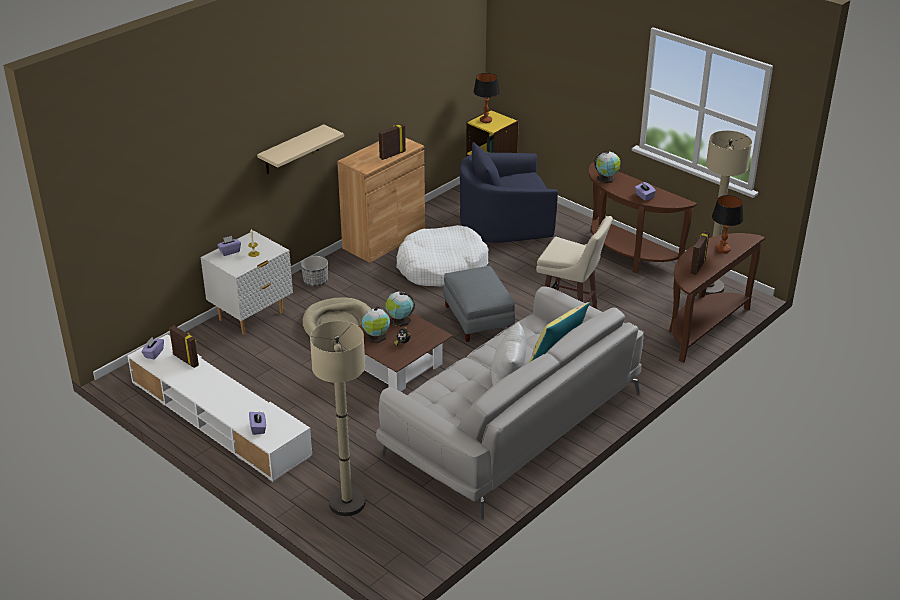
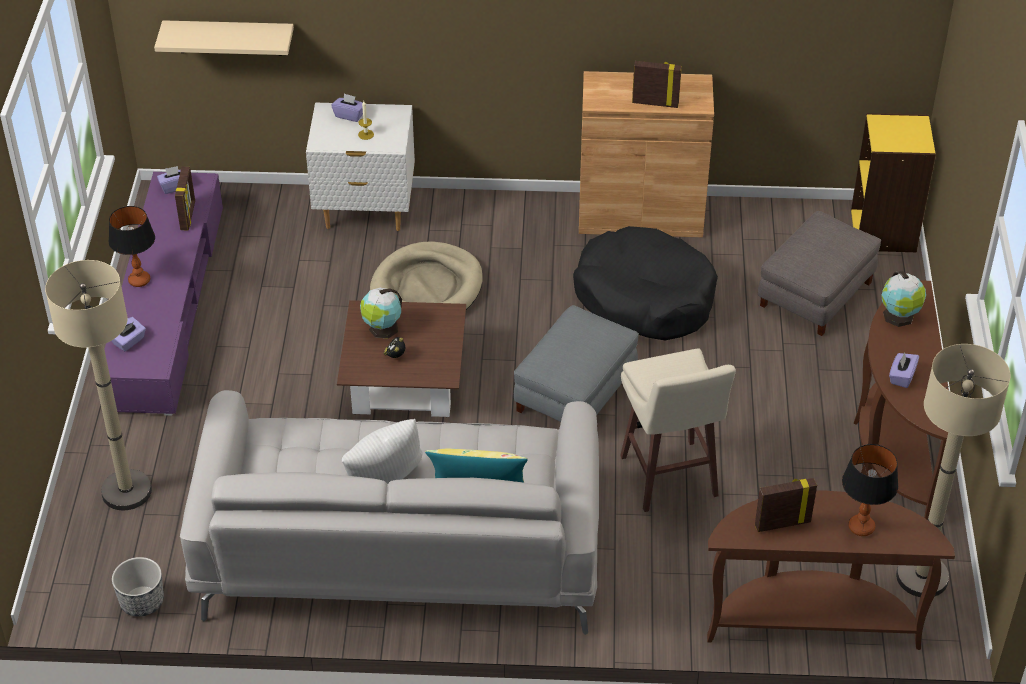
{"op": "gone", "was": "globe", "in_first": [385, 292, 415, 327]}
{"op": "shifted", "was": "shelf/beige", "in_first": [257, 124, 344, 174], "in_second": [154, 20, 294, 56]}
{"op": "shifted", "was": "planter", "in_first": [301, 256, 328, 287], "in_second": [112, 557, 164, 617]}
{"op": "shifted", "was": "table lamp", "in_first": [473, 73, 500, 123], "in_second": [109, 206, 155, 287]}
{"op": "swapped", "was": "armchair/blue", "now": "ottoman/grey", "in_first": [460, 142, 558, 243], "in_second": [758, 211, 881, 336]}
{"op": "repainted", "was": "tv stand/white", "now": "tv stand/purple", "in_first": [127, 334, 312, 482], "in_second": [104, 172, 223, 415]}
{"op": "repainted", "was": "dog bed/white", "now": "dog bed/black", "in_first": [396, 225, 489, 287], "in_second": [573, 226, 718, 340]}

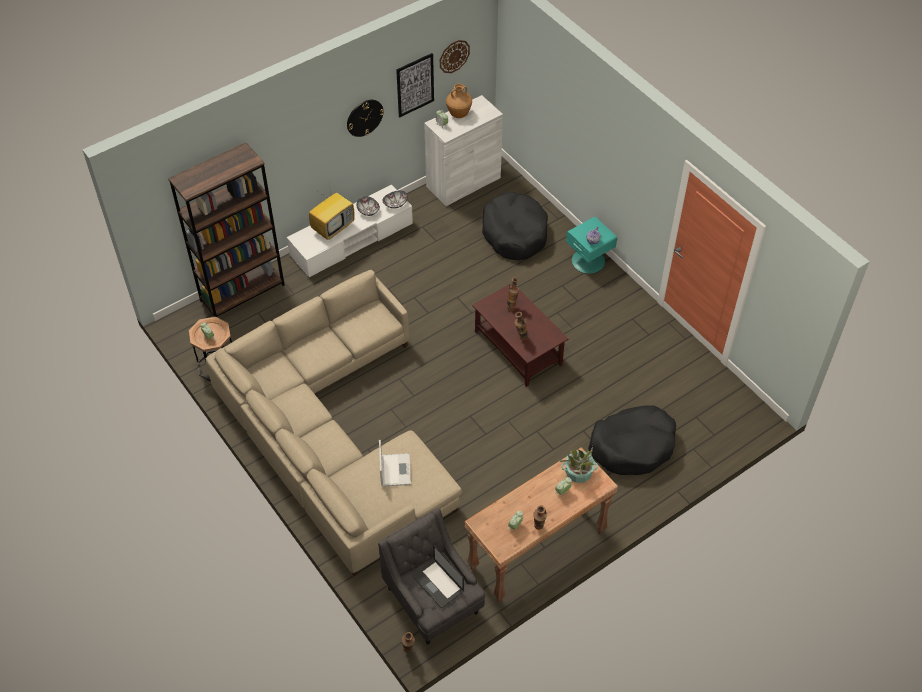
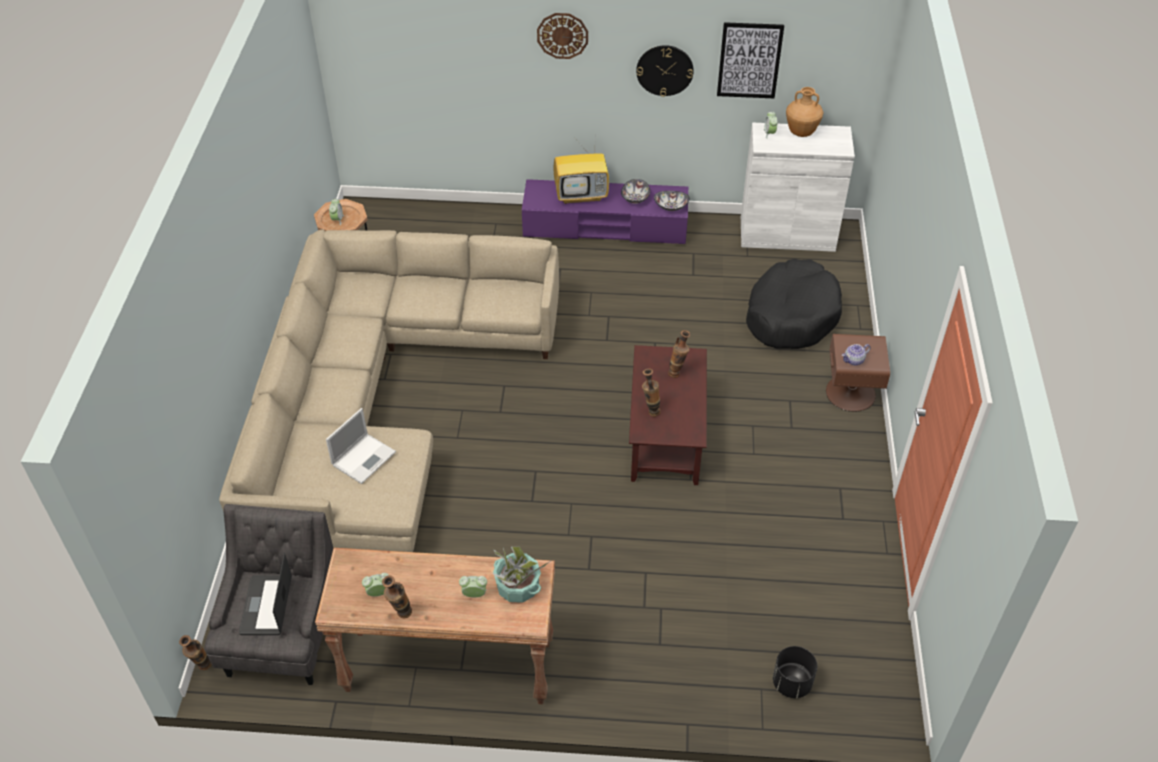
{"op": "gone", "was": "bookcase/brown", "in_first": [168, 143, 285, 317]}
{"op": "gone", "was": "dog bed/black", "in_first": [588, 405, 676, 475]}
{"op": "new", "now": "planter/black", "in_second": [773, 646, 817, 698]}
{"op": "shifted", "was": "wall clock", "in_first": [440, 40, 470, 73], "in_second": [537, 13, 588, 59]}
{"op": "repainted", "was": "tv stand/white", "now": "tv stand/purple", "in_first": [287, 185, 413, 277], "in_second": [522, 179, 688, 244]}
{"op": "repainted", "was": "nightstand/turquoise", "now": "nightstand/brown", "in_first": [566, 217, 617, 274], "in_second": [826, 334, 890, 412]}

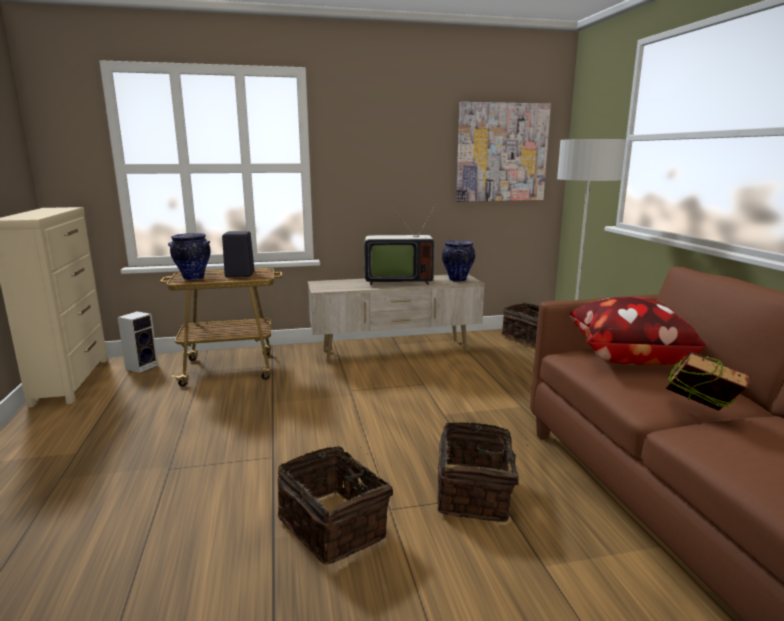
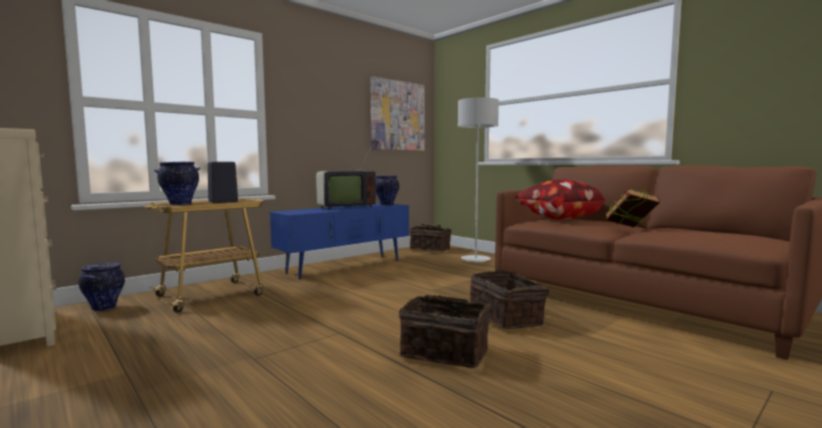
{"op": "swapped", "was": "speaker", "now": "vase", "in_first": [117, 311, 158, 373], "in_second": [78, 263, 125, 311]}
{"op": "repainted", "was": "tv stand/beige", "now": "tv stand/blue", "in_first": [308, 274, 485, 363], "in_second": [269, 203, 410, 279]}

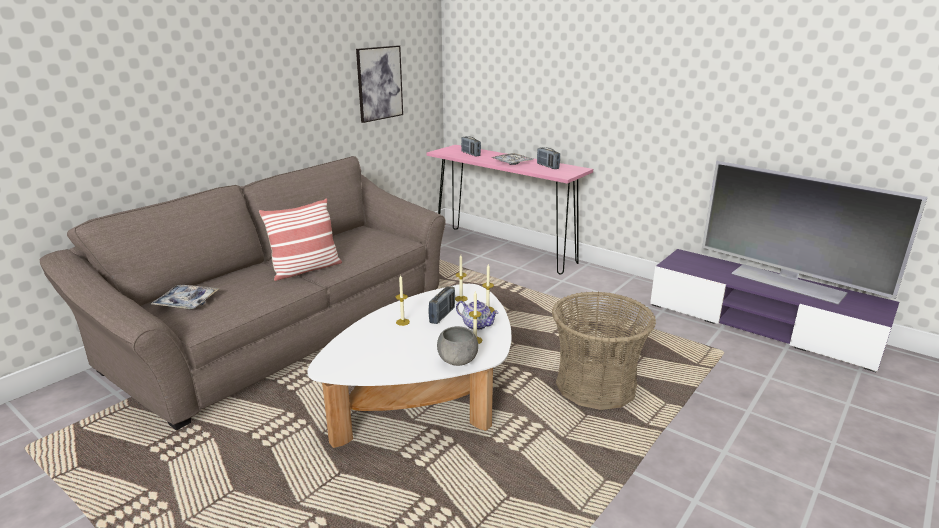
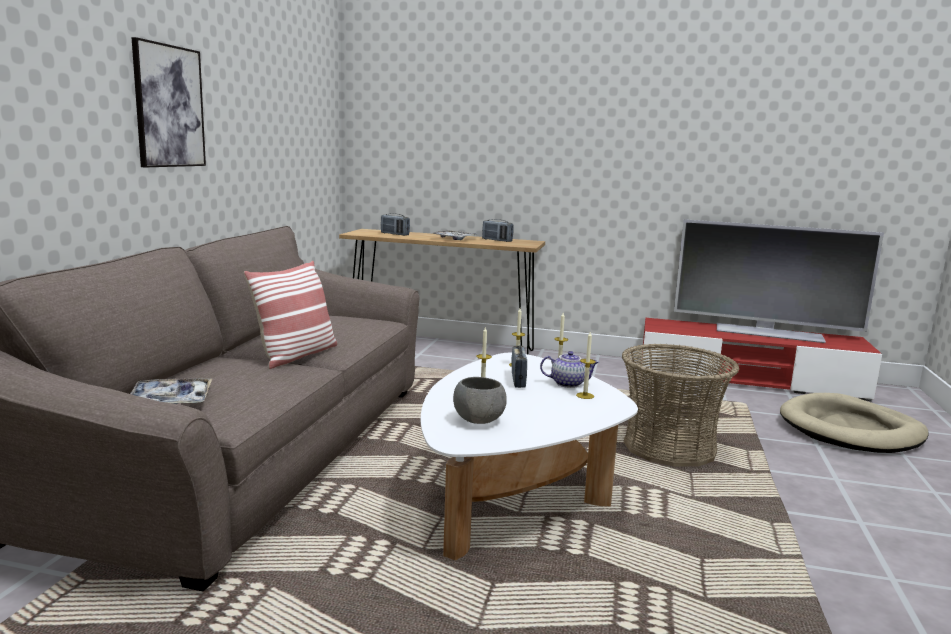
{"op": "new", "now": "dog bed/beige", "in_second": [780, 393, 929, 453]}
{"op": "shifted", "was": "picture", "in_first": [356, 45, 403, 123], "in_second": [132, 37, 206, 167]}
{"op": "shifted", "was": "bowl/grey", "in_first": [437, 326, 478, 366], "in_second": [453, 377, 507, 424]}
{"op": "repainted", "was": "console table/pink", "now": "console table/brown", "in_first": [426, 145, 593, 274], "in_second": [339, 229, 545, 354]}
{"op": "repainted", "was": "tv stand/purple", "now": "tv stand/red", "in_first": [650, 249, 899, 372], "in_second": [642, 318, 882, 401]}

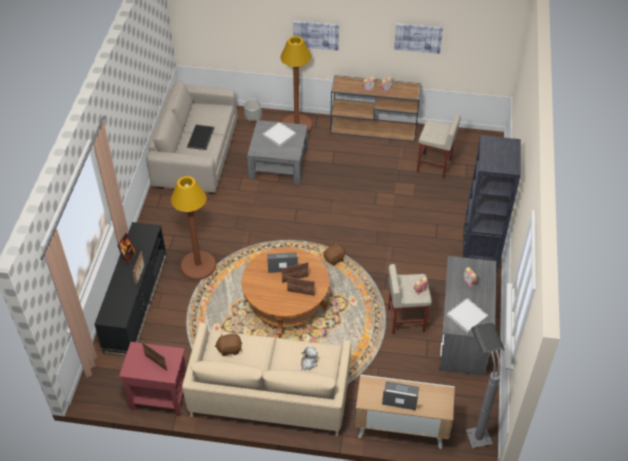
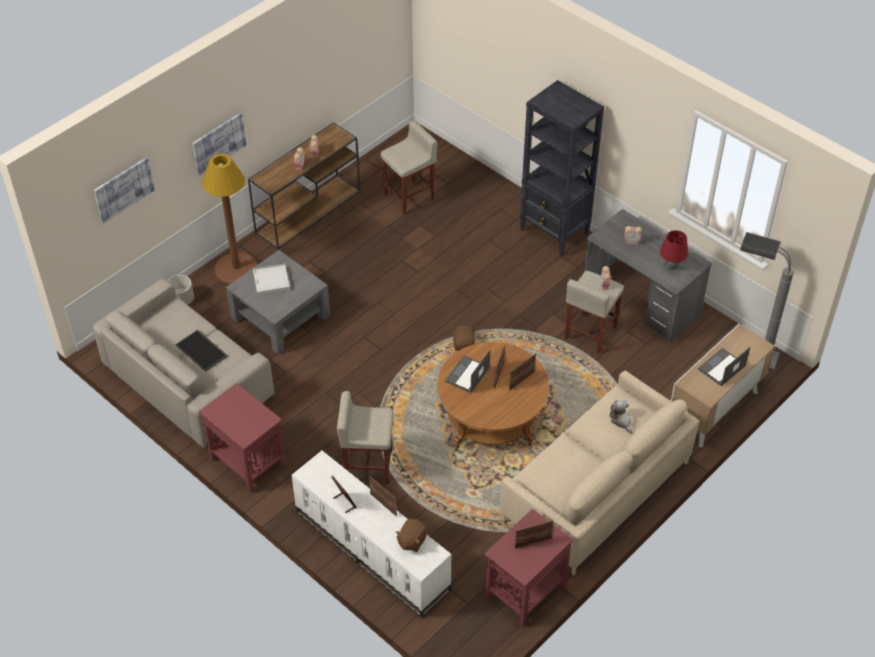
{"op": "new", "now": "side table/red", "in_second": [199, 383, 285, 493]}
{"op": "shifted", "was": "plush toy/brown", "in_first": [215, 333, 242, 356], "in_second": [396, 519, 428, 552]}
{"op": "shifted", "was": "picture", "in_first": [394, 23, 443, 54], "in_second": [94, 157, 155, 223]}
{"op": "swapped", "was": "floor lamp/brown", "now": "stool/beige", "in_first": [171, 176, 216, 280], "in_second": [337, 391, 394, 484]}
{"op": "swapped", "was": "tray/white", "now": "table lamp/red", "in_first": [447, 298, 488, 333], "in_second": [660, 230, 688, 270]}
{"op": "repainted", "was": "tv stand/black", "now": "tv stand/white", "in_first": [94, 222, 167, 356], "in_second": [292, 450, 451, 618]}

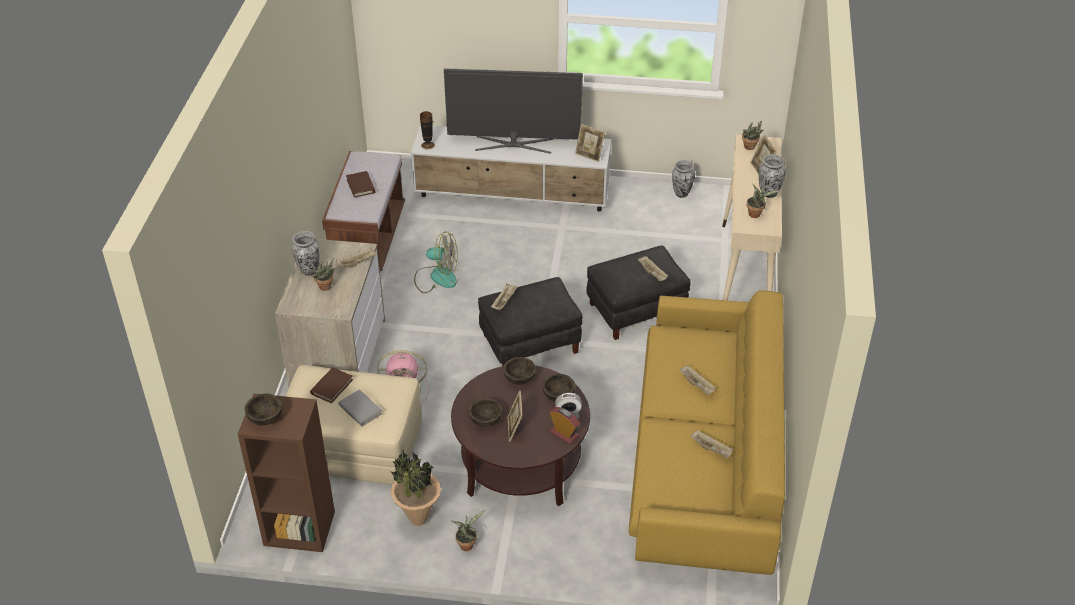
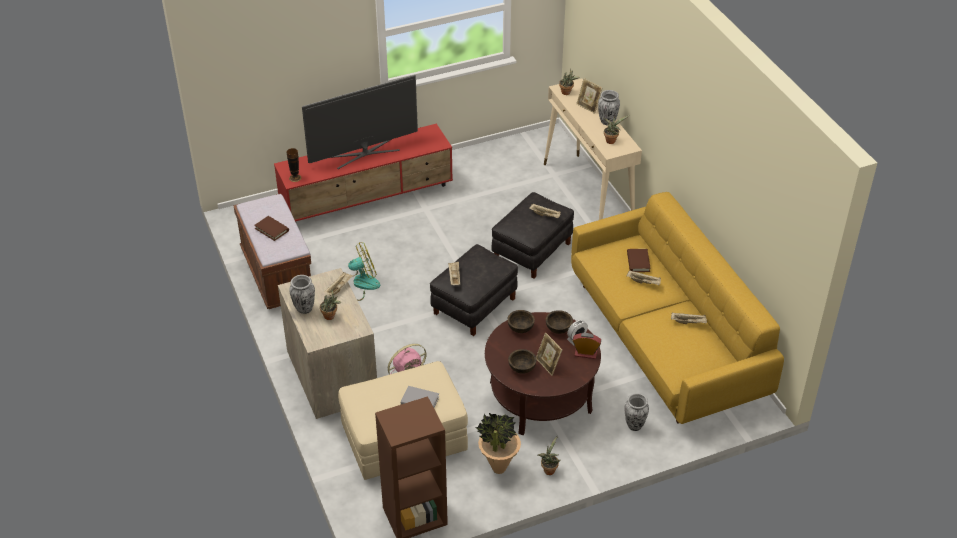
{"op": "gone", "was": "bowl/brown", "in_first": [245, 394, 282, 426]}
{"op": "gone", "was": "picture frame", "in_first": [575, 124, 605, 162]}
{"op": "shifted", "was": "book/brown", "in_first": [310, 367, 353, 403], "in_second": [627, 249, 651, 272]}
{"op": "shifted", "was": "vase", "in_first": [672, 160, 695, 198], "in_second": [624, 393, 649, 431]}
{"op": "repainted", "was": "tv stand/white", "now": "tv stand/red", "in_first": [411, 125, 611, 212], "in_second": [274, 124, 453, 222]}

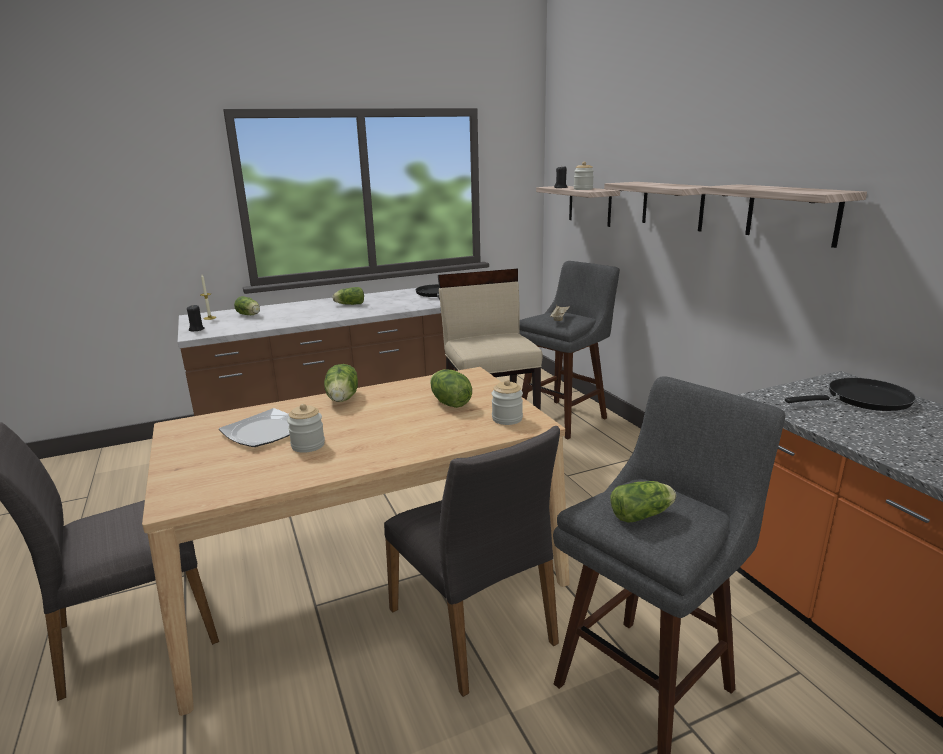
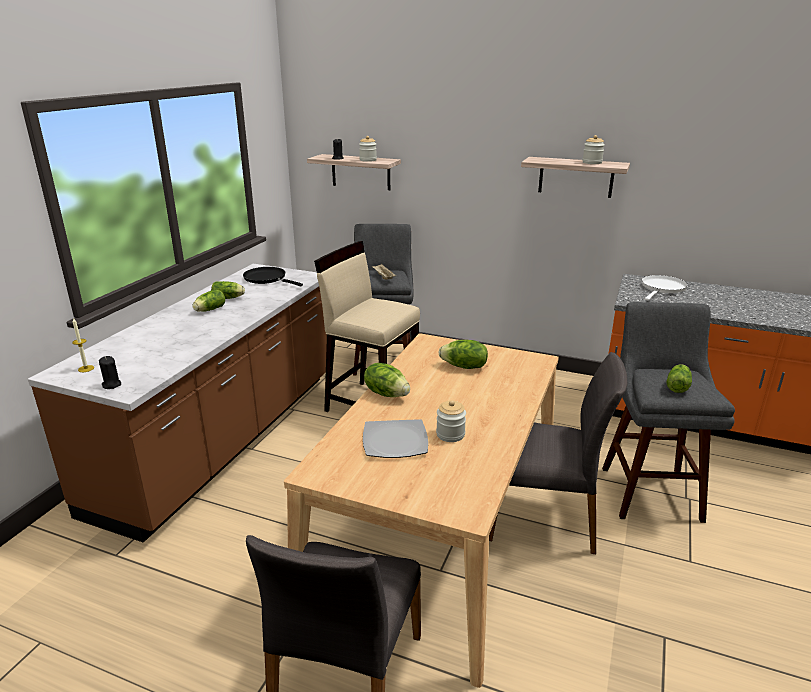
{"op": "gone", "was": "shelf", "in_first": [604, 182, 706, 231]}
{"op": "shifted", "was": "lettuce", "in_first": [234, 296, 260, 315], "in_second": [211, 281, 245, 299]}
{"op": "shifted", "was": "jar", "in_first": [491, 380, 523, 425], "in_second": [582, 135, 605, 164]}
{"op": "repainted", "was": "frying pan/black", "now": "frying pan/white", "in_first": [785, 378, 916, 411], "in_second": [642, 275, 688, 301]}

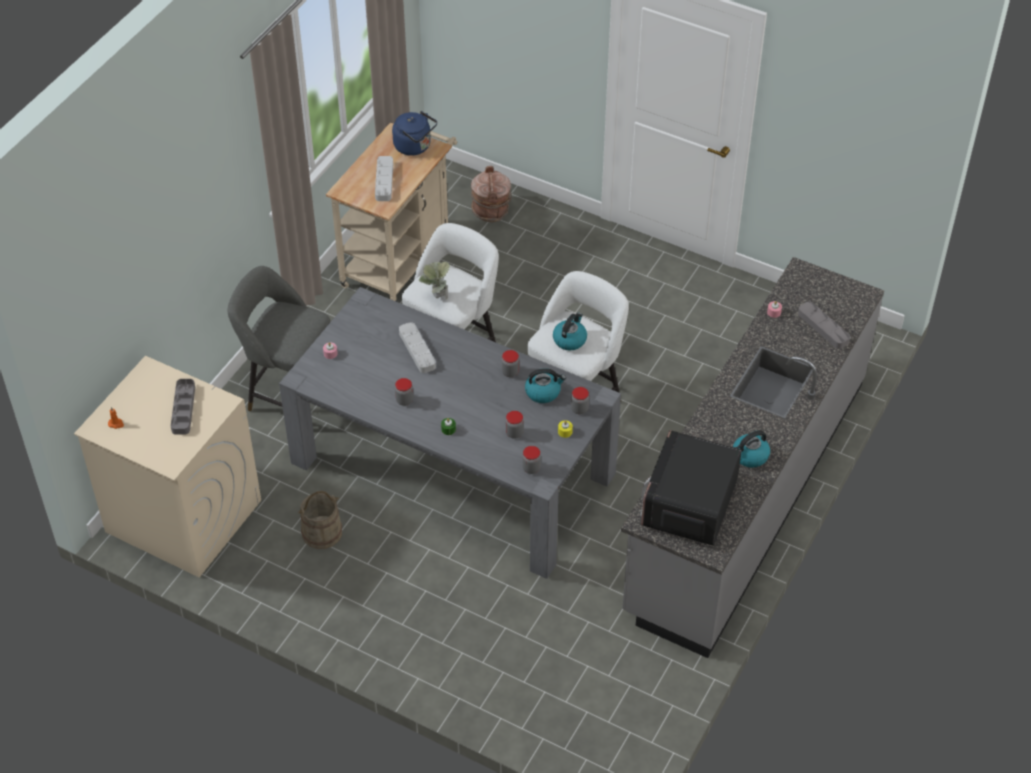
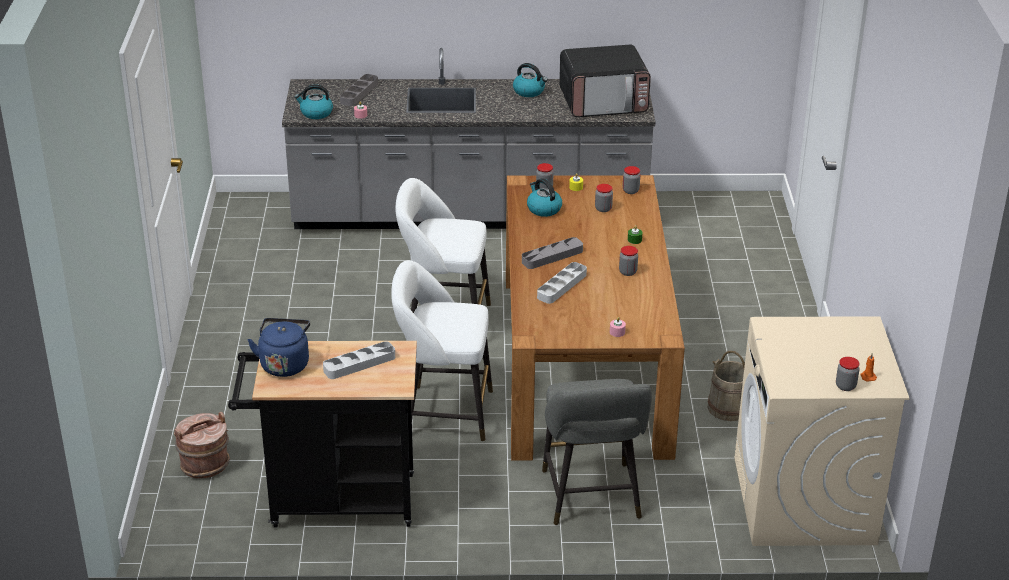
{"op": "gone", "was": "potted plant", "in_first": [419, 262, 450, 299]}
{"op": "shifted", "was": "tray/grey", "in_first": [171, 379, 195, 435], "in_second": [522, 237, 583, 269]}
{"op": "shifted", "was": "jar", "in_first": [502, 350, 519, 377], "in_second": [836, 357, 860, 391]}
{"op": "shifted", "was": "kettle", "in_first": [553, 312, 587, 350], "in_second": [294, 84, 333, 119]}
{"op": "repainted", "was": "dining table/grey", "now": "dining table/brown", "in_first": [279, 287, 621, 579], "in_second": [506, 175, 685, 461]}
{"op": "repainted", "was": "cart/beige", "now": "cart/black", "in_first": [326, 122, 457, 302], "in_second": [228, 341, 417, 528]}

